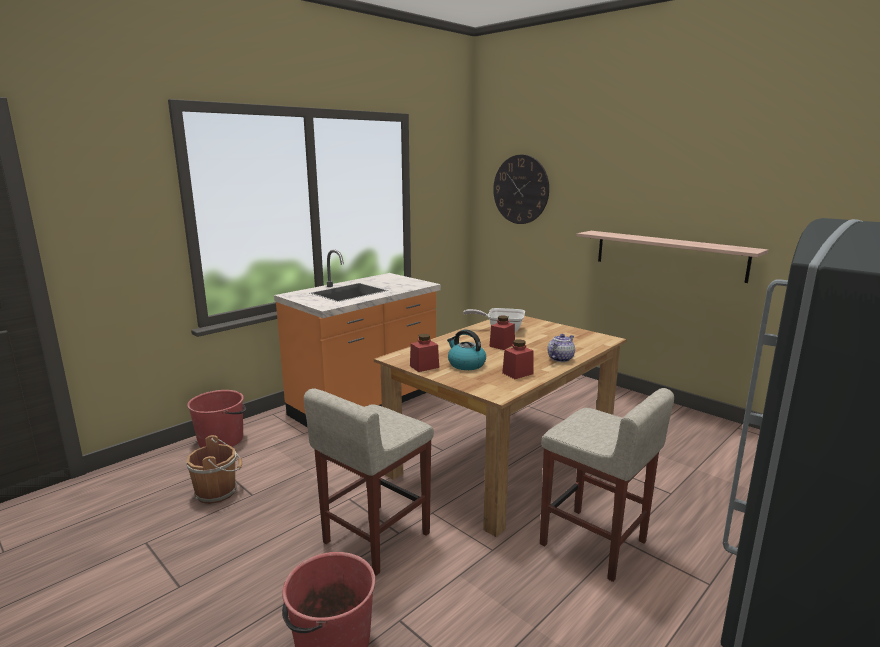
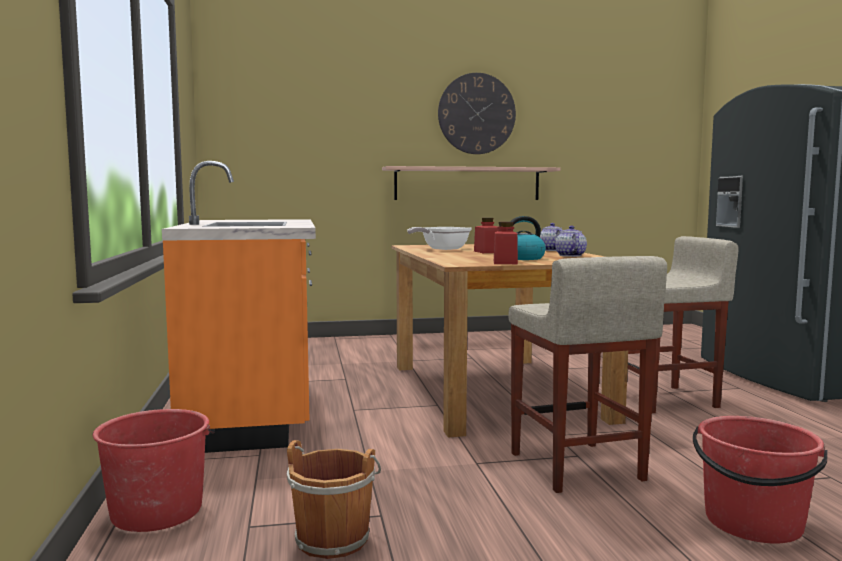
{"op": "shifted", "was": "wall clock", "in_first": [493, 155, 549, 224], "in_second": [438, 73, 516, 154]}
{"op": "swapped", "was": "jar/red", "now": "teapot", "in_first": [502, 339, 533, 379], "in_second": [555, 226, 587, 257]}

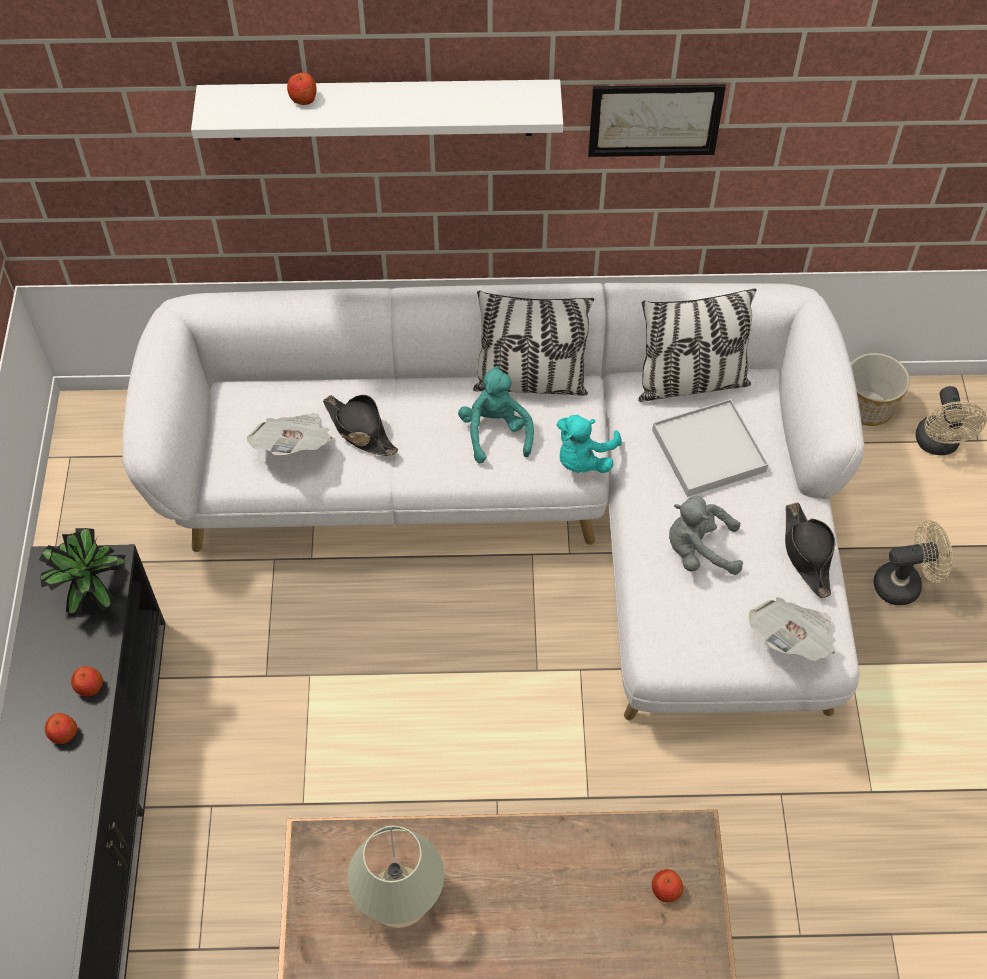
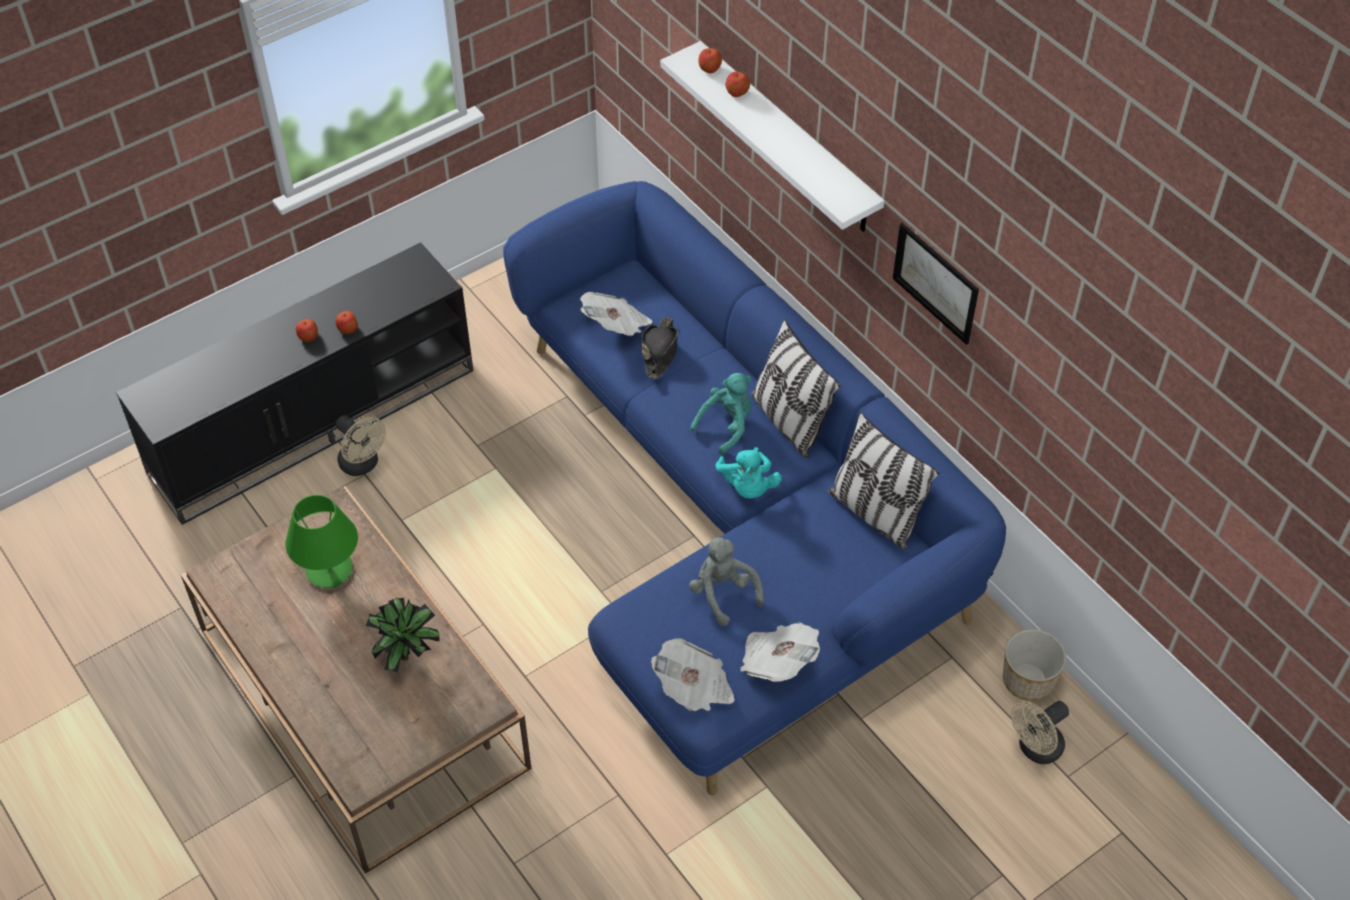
{"op": "gone", "was": "tray/white", "in_first": [652, 399, 768, 497]}
{"op": "shifted", "was": "potted plant", "in_first": [39, 528, 126, 616], "in_second": [366, 598, 440, 672]}
{"op": "shifted", "was": "apple", "in_first": [652, 869, 683, 903], "in_second": [698, 48, 722, 73]}
{"op": "shifted", "was": "fan/beige", "in_first": [874, 520, 953, 605], "in_second": [336, 415, 386, 476]}
{"op": "swapped", "was": "hat/black", "now": "newspaper", "in_first": [785, 503, 835, 598], "in_second": [740, 622, 820, 682]}
{"op": "repainted", "was": "sofa/white", "now": "sofa/blue", "in_first": [122, 283, 865, 720], "in_second": [503, 181, 1006, 795]}
{"op": "repainted", "was": "table lamp/beige", "now": "table lamp/green", "in_first": [347, 826, 444, 928], "in_second": [285, 495, 358, 588]}
{"op": "rotated", "was": "plush toy/turquoise", "in_first": [557, 415, 622, 473], "in_second": [715, 447, 782, 499], "clockwise": -90}

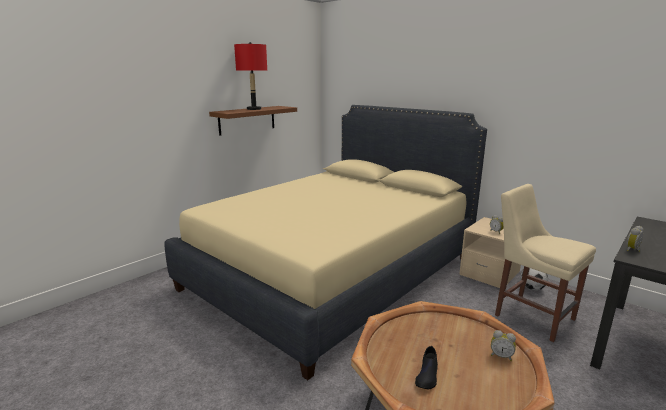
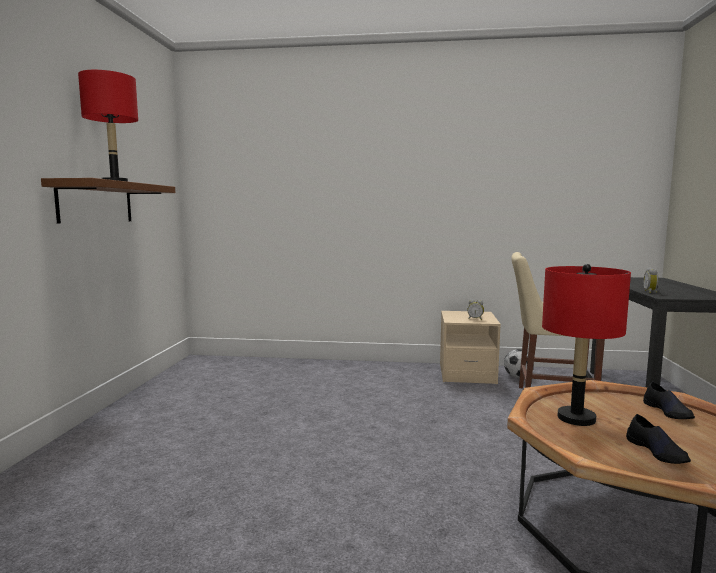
{"op": "gone", "was": "bed/beige", "in_first": [165, 105, 487, 380]}
{"op": "new", "now": "table lamp/red", "in_second": [542, 264, 631, 426]}
{"op": "swapped", "was": "alarm clock", "now": "shoe/black", "in_first": [491, 330, 516, 361], "in_second": [643, 382, 695, 419]}

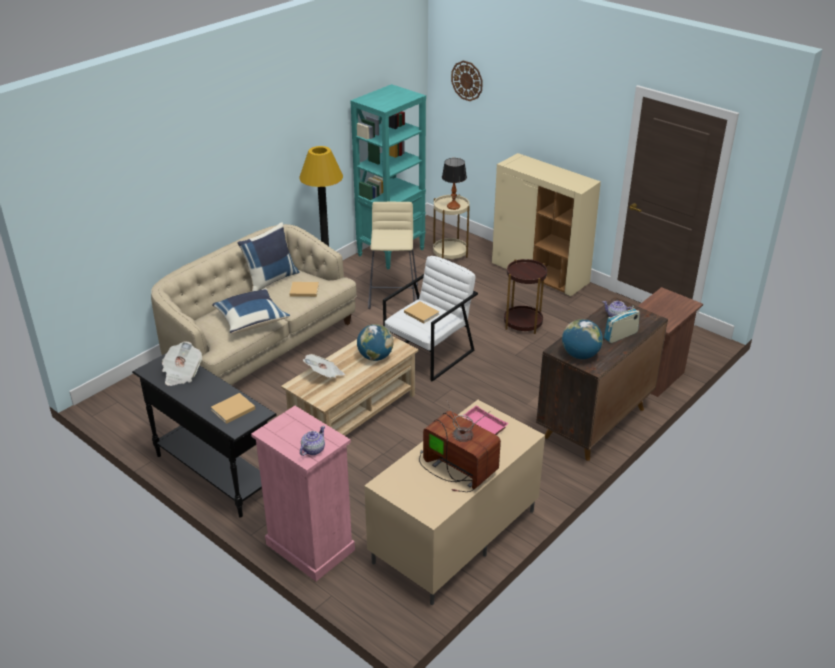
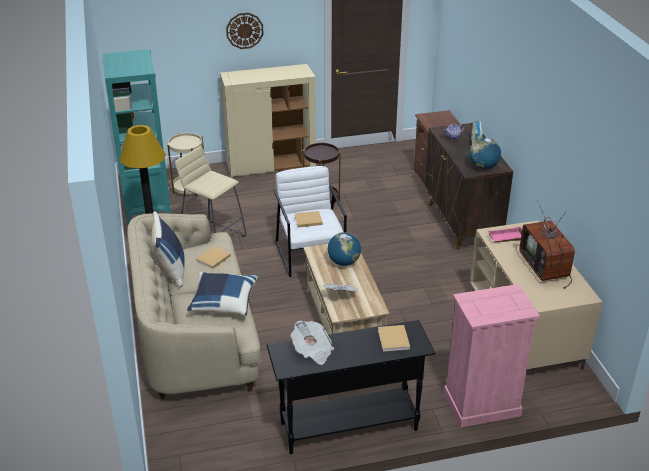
{"op": "gone", "was": "teapot", "in_first": [300, 426, 325, 456]}
{"op": "gone", "was": "table lamp", "in_first": [442, 158, 467, 210]}
{"op": "shifted", "was": "wall clock", "in_first": [451, 60, 483, 101], "in_second": [226, 13, 263, 49]}
{"op": "rotated", "was": "television", "in_first": [419, 400, 501, 492], "in_second": [519, 200, 575, 289], "clockwise": -90}

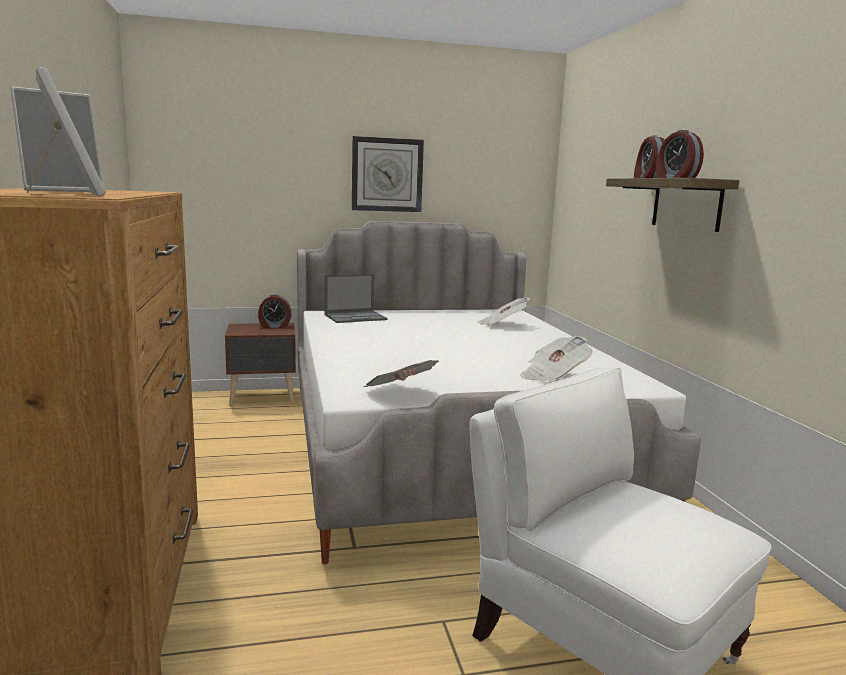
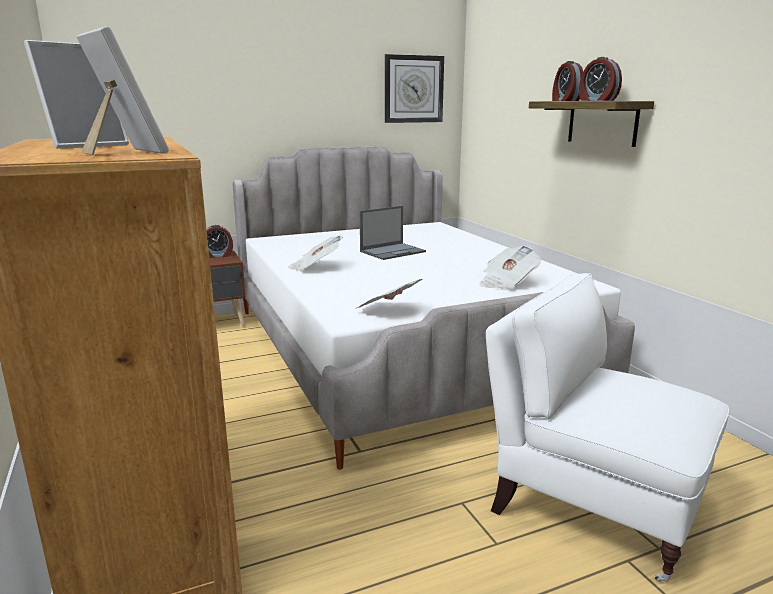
{"op": "shifted", "was": "laptop", "in_first": [324, 274, 387, 323], "in_second": [360, 206, 426, 260]}
{"op": "shifted", "was": "wall clock", "in_first": [352, 136, 424, 212], "in_second": [385, 54, 444, 123]}
{"op": "shifted", "was": "newspaper", "in_first": [477, 297, 530, 325], "in_second": [288, 236, 343, 271]}

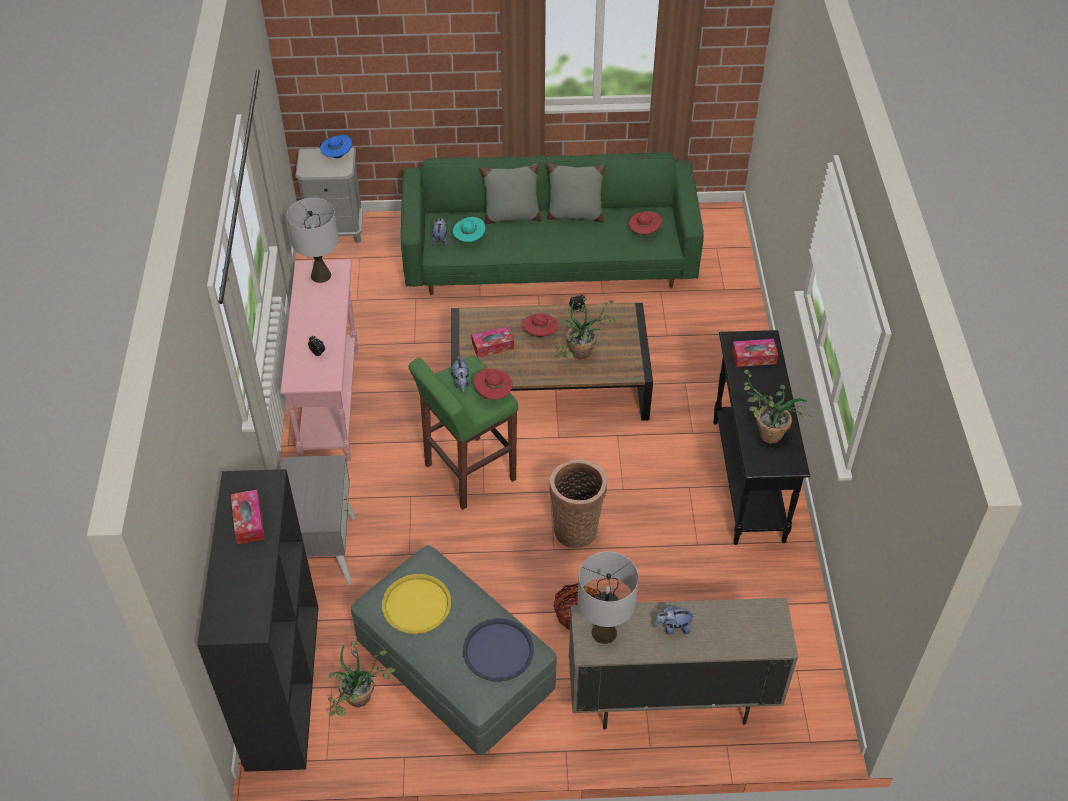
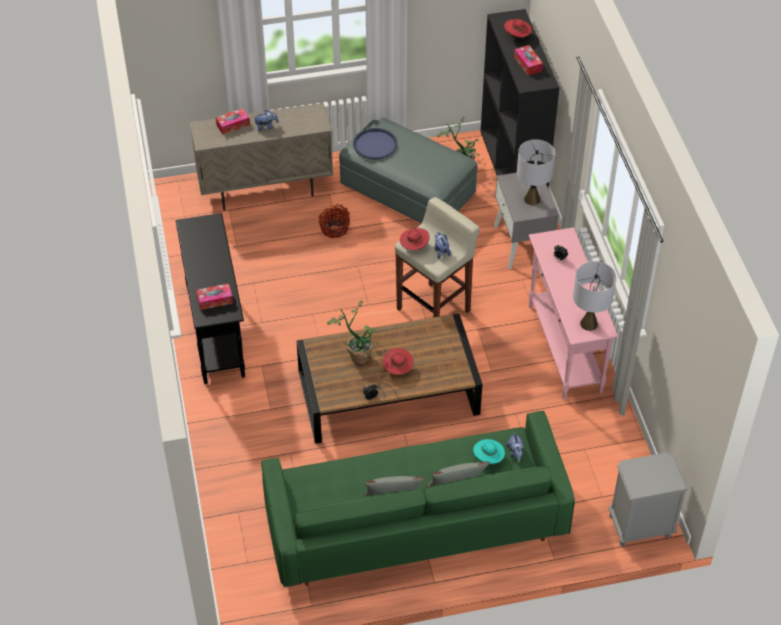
{"op": "gone", "was": "hat/blue", "in_first": [320, 133, 352, 158]}
{"op": "gone", "was": "tray/yellow", "in_first": [382, 574, 451, 634]}
{"op": "gone", "was": "basket", "in_first": [549, 459, 607, 549]}
{"op": "gone", "was": "potted plant", "in_first": [744, 370, 812, 444]}
{"op": "shifted", "was": "tissue box", "in_first": [472, 327, 514, 358], "in_second": [216, 108, 250, 135]}
{"op": "shifted", "was": "table lamp/grey", "in_first": [578, 551, 639, 644], "in_second": [517, 139, 555, 205]}
{"op": "shifted", "was": "hat/red", "in_first": [629, 209, 662, 235], "in_second": [504, 19, 532, 38]}
{"op": "repainted", "was": "stool/green", "now": "stool/beige", "in_first": [409, 356, 518, 510], "in_second": [395, 197, 480, 318]}

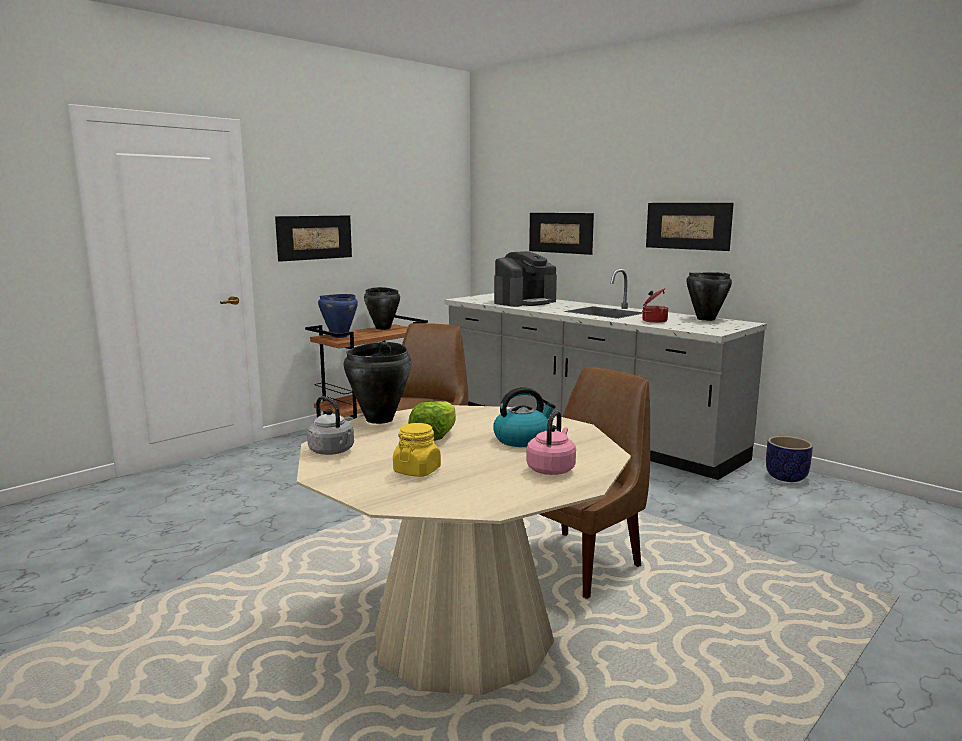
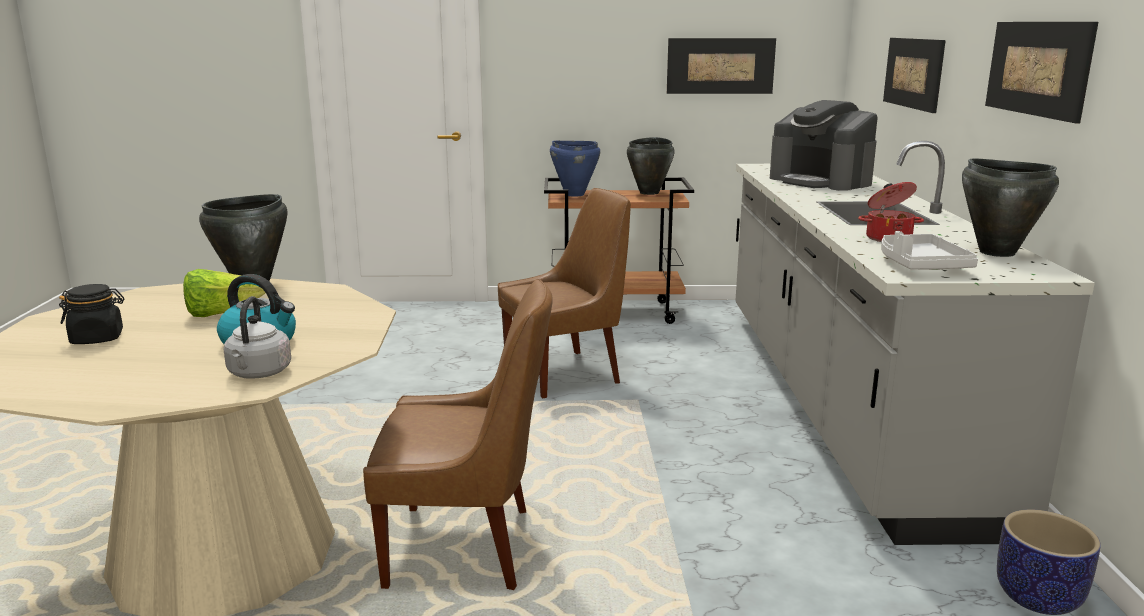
{"op": "gone", "was": "kettle/pink", "in_first": [526, 411, 576, 475]}
{"op": "new", "now": "tray/grey", "in_second": [881, 231, 978, 270]}
{"op": "shifted", "was": "picture", "in_first": [275, 216, 352, 262], "in_second": [667, 38, 776, 94]}
{"op": "shifted", "was": "kettle/grey", "in_first": [307, 396, 354, 455], "in_second": [223, 296, 291, 379]}
{"op": "repainted", "was": "jar/yellow", "now": "jar/black", "in_first": [393, 423, 441, 477], "in_second": [59, 284, 125, 344]}
{"op": "rotated", "was": "coffee machine", "in_first": [494, 251, 557, 307], "in_second": [770, 100, 878, 191], "clockwise": 45}

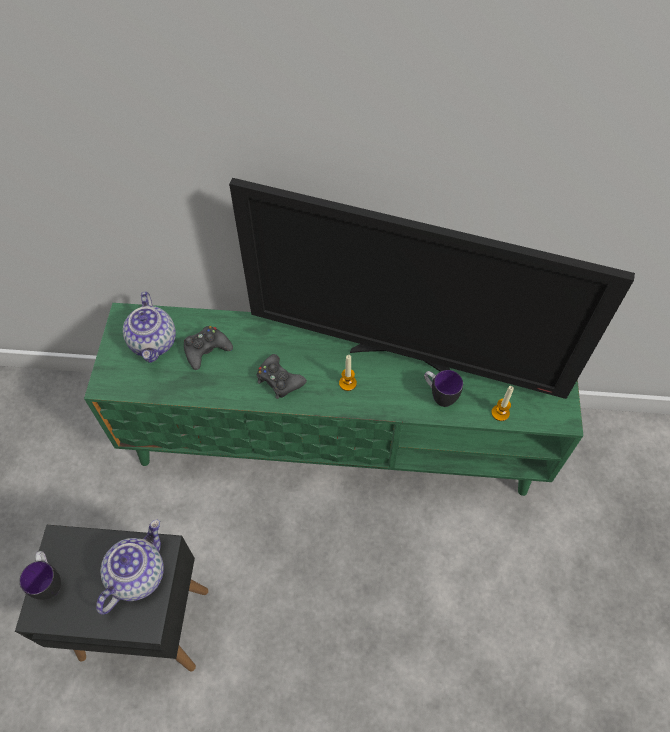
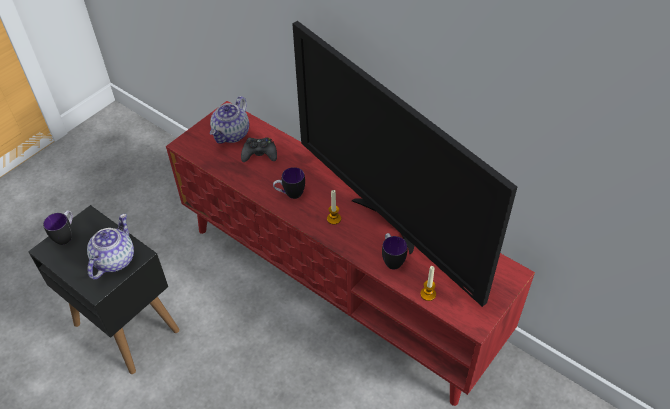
{"op": "swapped", "was": "game controller/black", "now": "mug", "in_first": [257, 354, 307, 399], "in_second": [273, 167, 305, 199]}
{"op": "repainted", "was": "tv stand/green", "now": "tv stand/red", "in_first": [84, 303, 583, 496], "in_second": [166, 101, 535, 406]}
{"op": "rotated", "was": "teapot", "in_first": [96, 519, 164, 615], "in_second": [87, 213, 134, 279], "clockwise": -45}

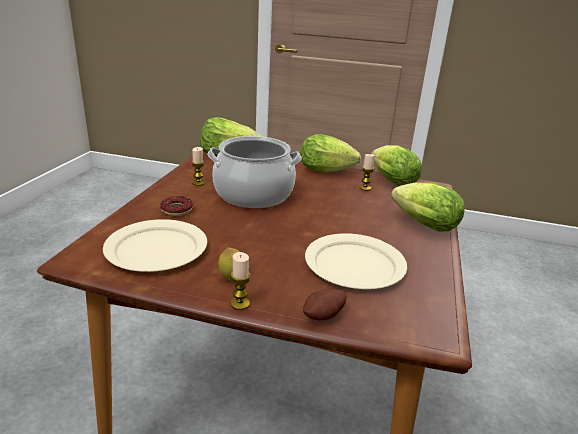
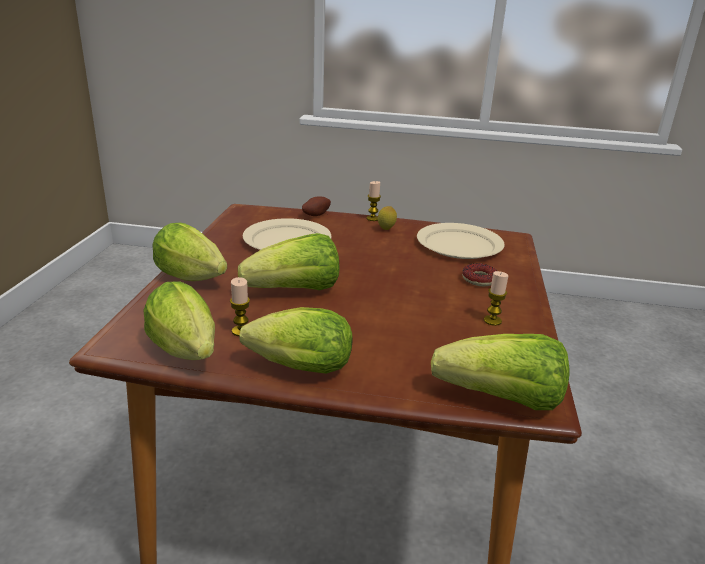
{"op": "gone", "was": "cooking pot", "in_first": [207, 136, 302, 208]}
{"op": "new", "now": "lettuce", "in_second": [238, 233, 339, 290]}

